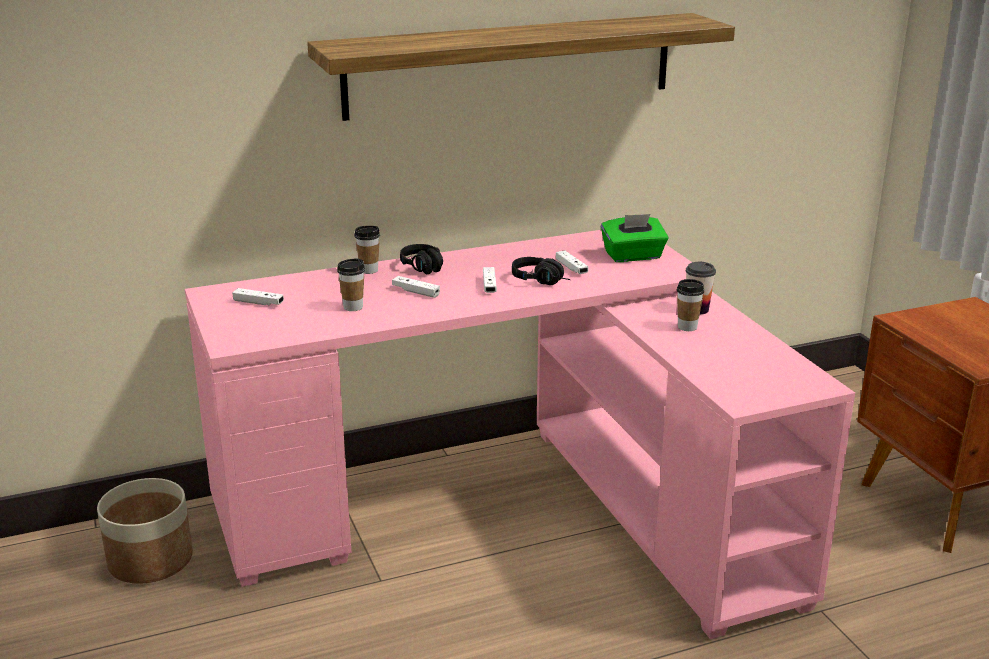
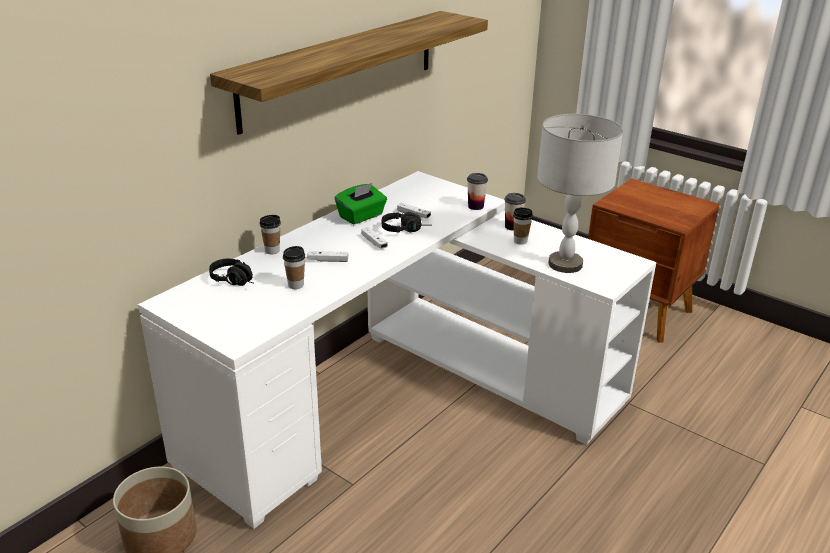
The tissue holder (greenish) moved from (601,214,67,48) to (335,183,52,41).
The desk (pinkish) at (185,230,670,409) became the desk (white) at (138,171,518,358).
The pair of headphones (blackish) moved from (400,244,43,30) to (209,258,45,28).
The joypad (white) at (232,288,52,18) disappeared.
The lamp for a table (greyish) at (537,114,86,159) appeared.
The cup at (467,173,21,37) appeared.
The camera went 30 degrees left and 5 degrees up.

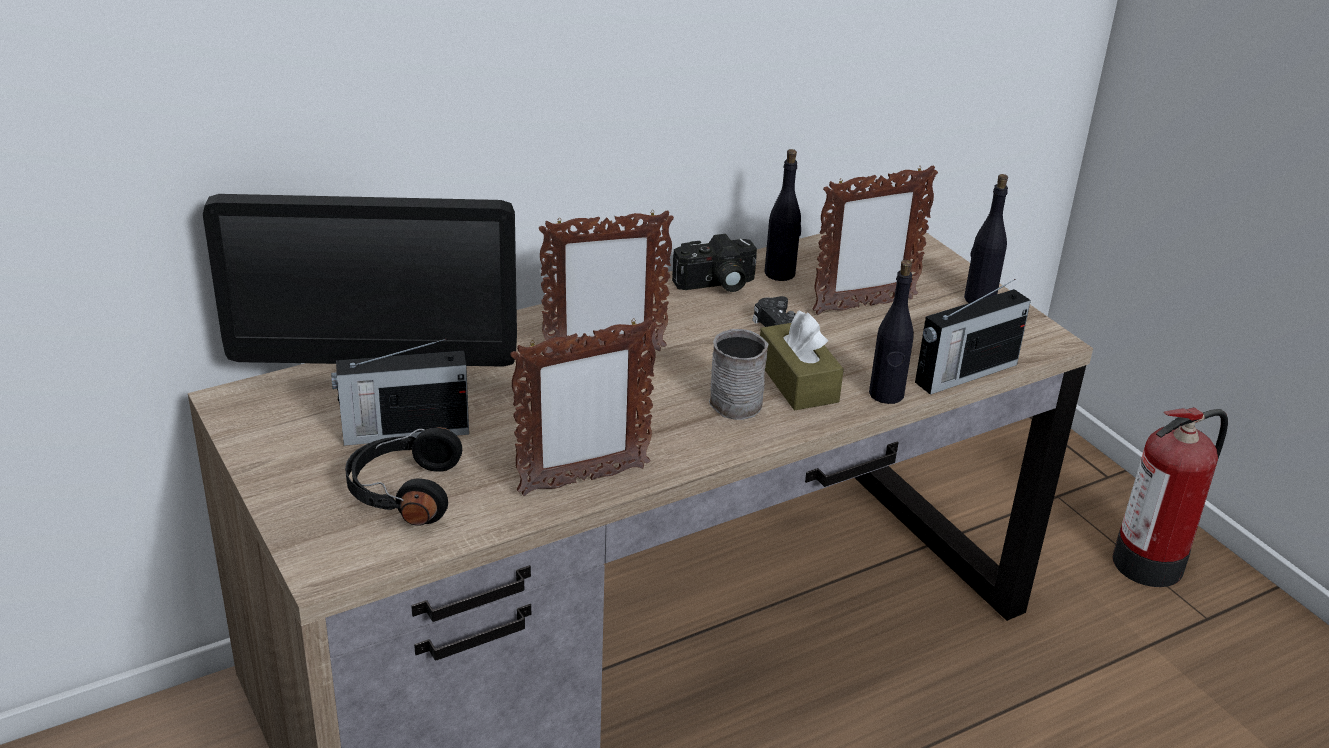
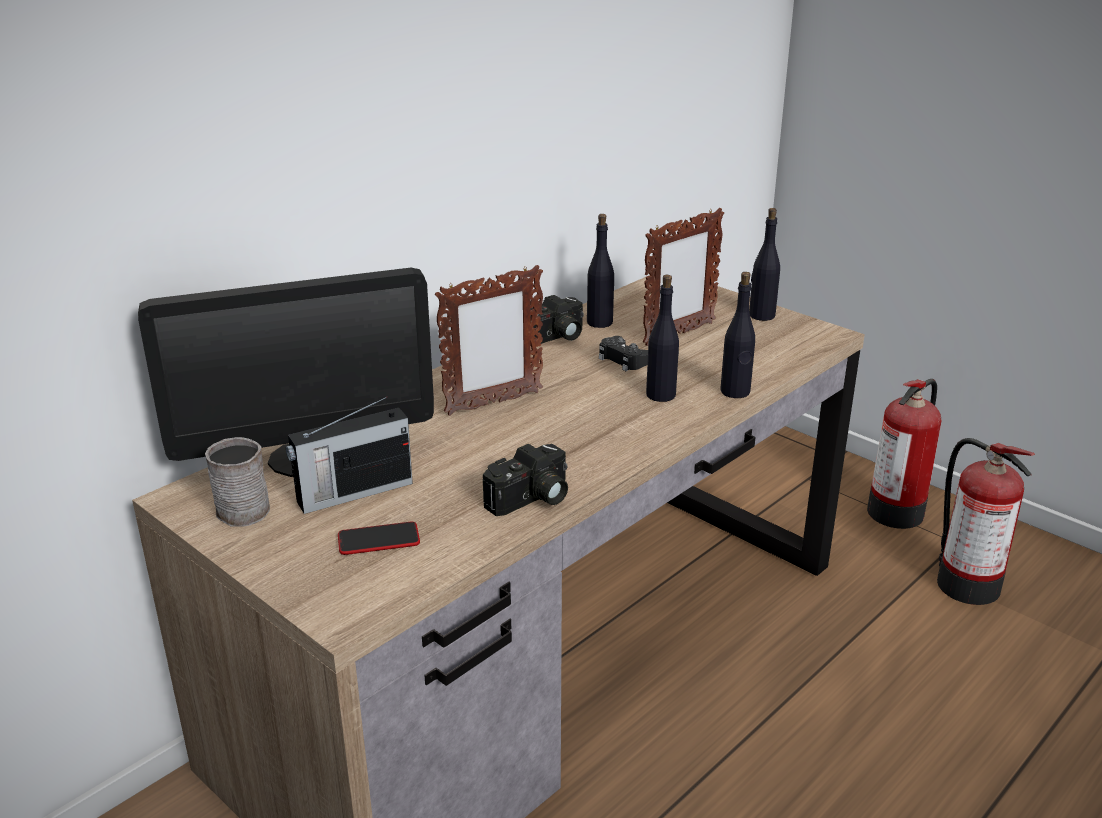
The radio receiver at (915,279,116,116) disappeared.
The tissue holder (brown) at (760,310,84,100) was replaced by the beverage bottle (blackish) at (646,275,33,127).
The standing frame at (510,317,147,179) was replaced by the photo camera at (483,444,85,72).
The coffee mug (greyish) moved from (709,329,60,91) to (205,437,65,90).
The pair of headphones (blackish) at (345,427,117,99) was replaced by the telephone at (338,522,82,33).
The fire extinguisher at (937,438,98,167) appeared.
The camera went 15 degrees left and 5 degrees down.

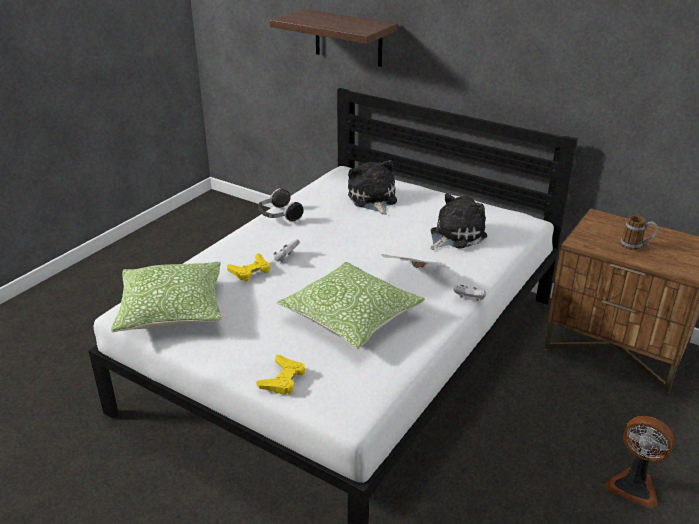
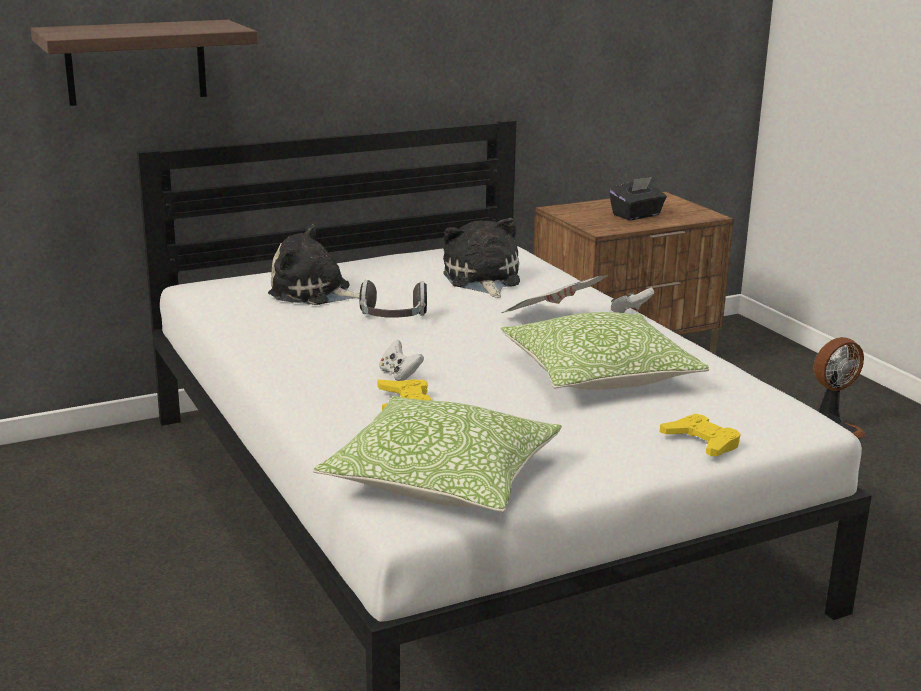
The pair of headphones moved from (258,188,46,34) to (359,280,68,38).
The coffee mug at (620,215,37,35) was replaced by the tissue holder (blackish) at (609,177,58,43).
The camera went 60 degrees left and 10 degrees down.

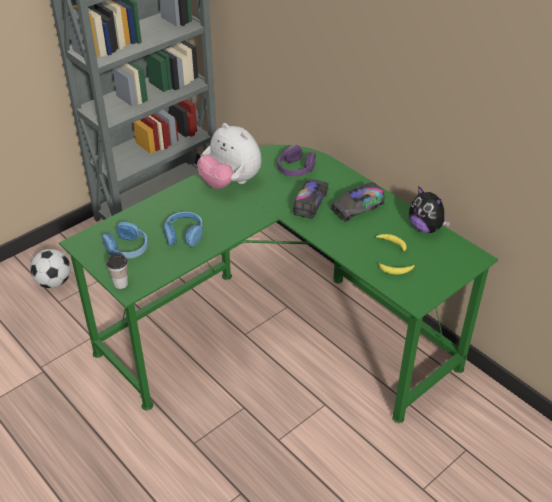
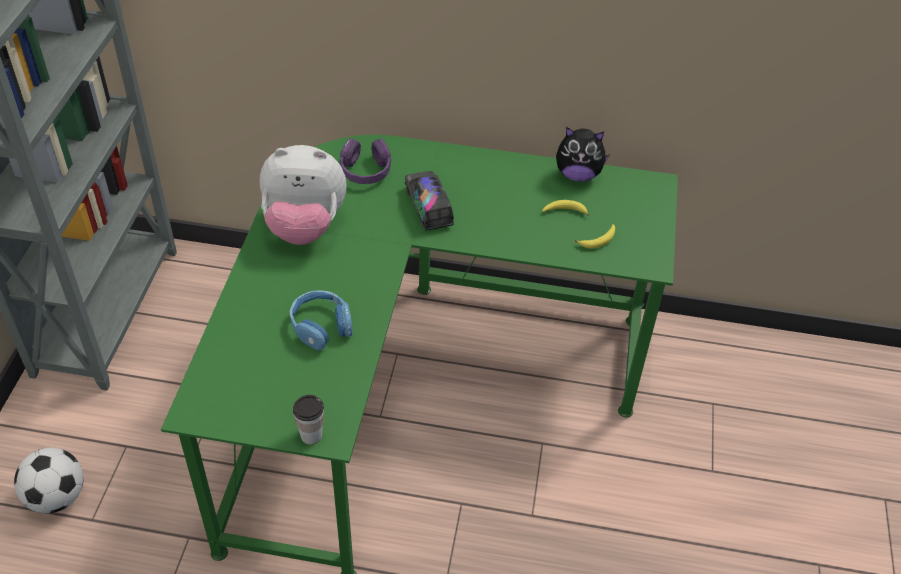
The toy truck at (331,182,54,40) disappeared.
The pair of headphones (blue) at (102,222,46,36) disappeared.
The camera went 40 degrees left and 5 degrees up.

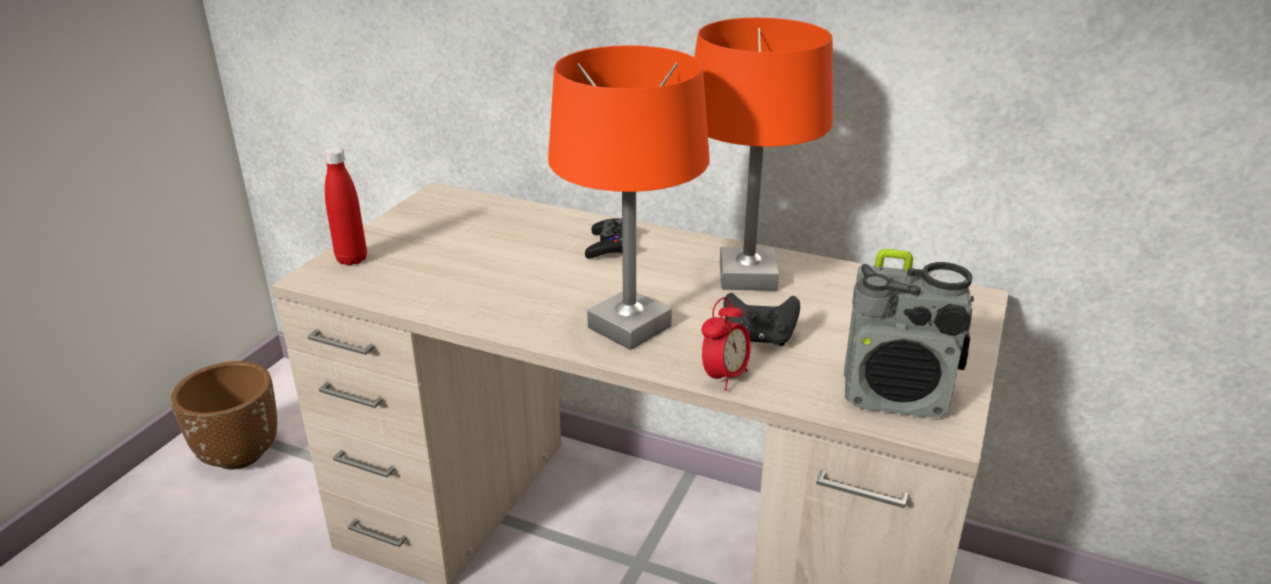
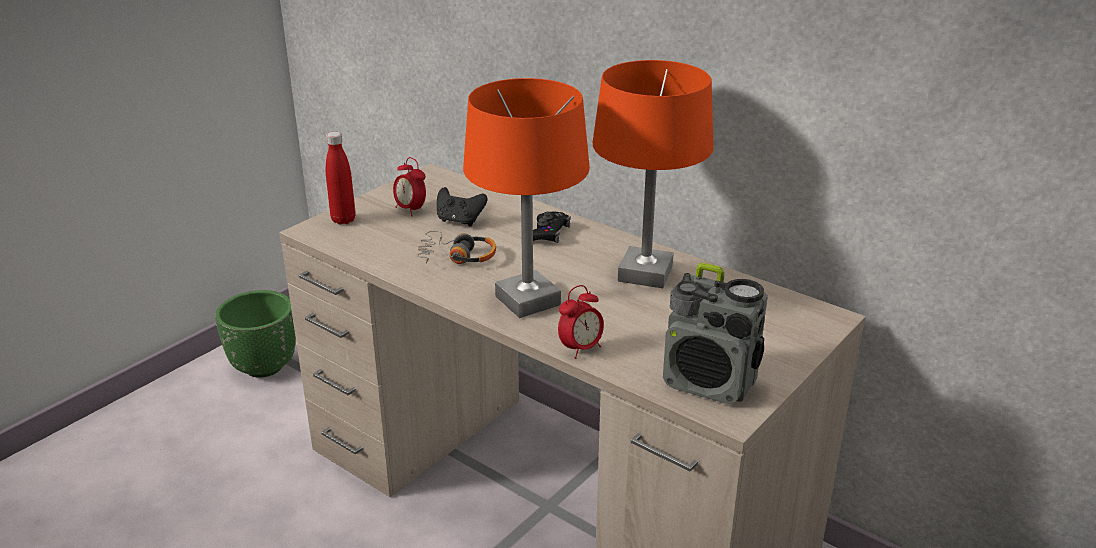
The joypad (blackish) moved from (723,293,77,53) to (437,187,51,40).
The planter (brown) at (171,361,106,109) became the planter (greenish) at (215,290,81,88).
The alarm clock at (393,157,33,59) appeared.
The pair of headphones at (417,231,79,33) appeared.
The camera went 15 degrees right and 0 degrees up.

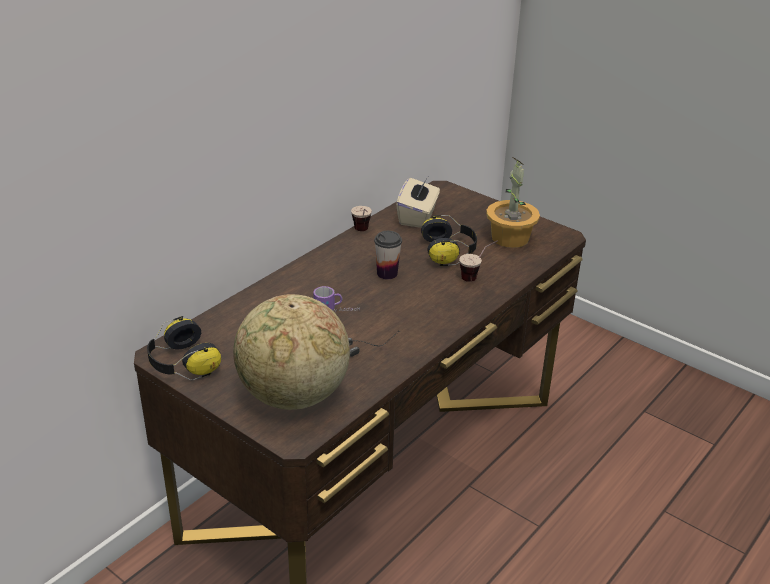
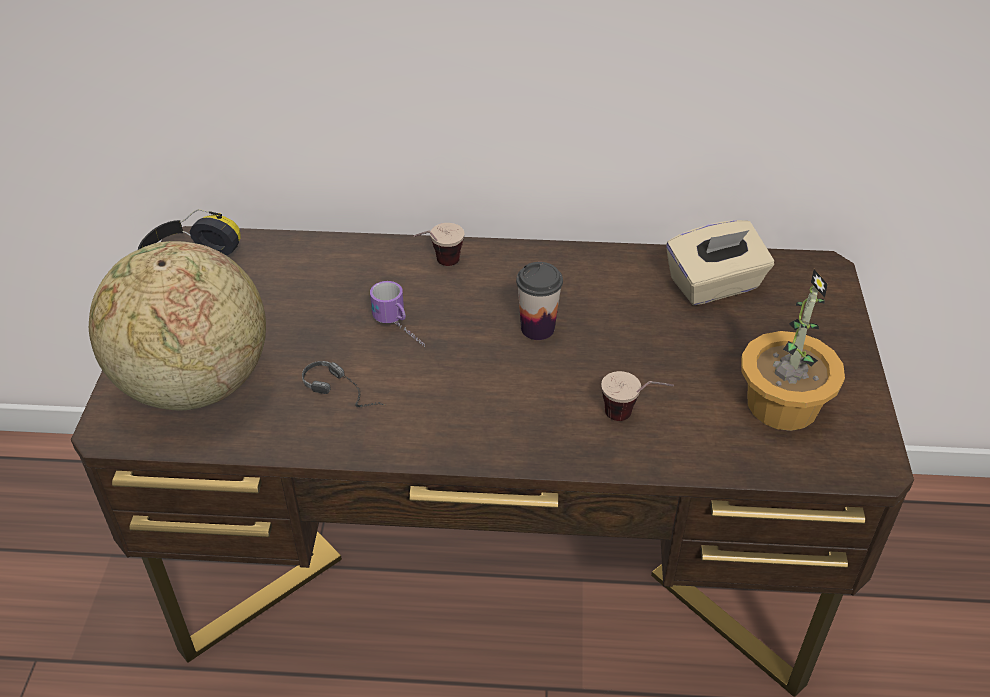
The cup moved from (351,206,21,25) to (413,223,51,43).
The pair of headphones at (421,215,56,51) disappeared.
The camera went 55 degrees right and 10 degrees up.

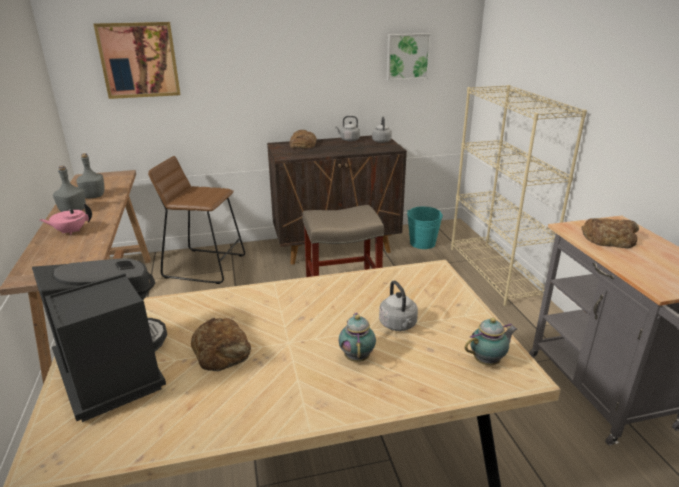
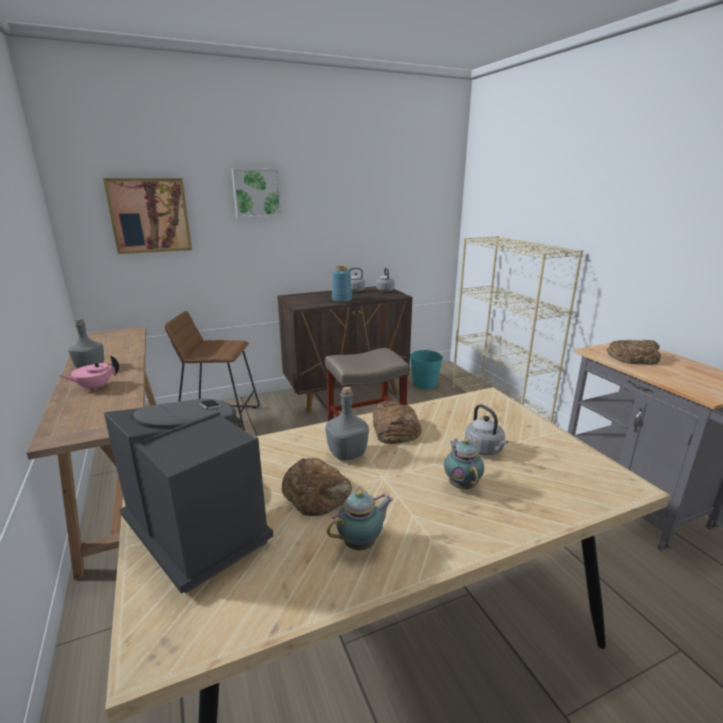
The wall picture moved from (387,33,44,48) to (232,168,50,50).
The bakery bread moved from (289,130,28,19) to (373,400,49,44).
The beverage bottle (greyish) moved from (76,153,29,45) to (326,387,43,74).
The teapot moved from (465,318,52,47) to (327,490,66,60).
The decorative vase (blue) at (332,266,20,36) appeared.
The camera went 10 degrees left and 5 degrees down.

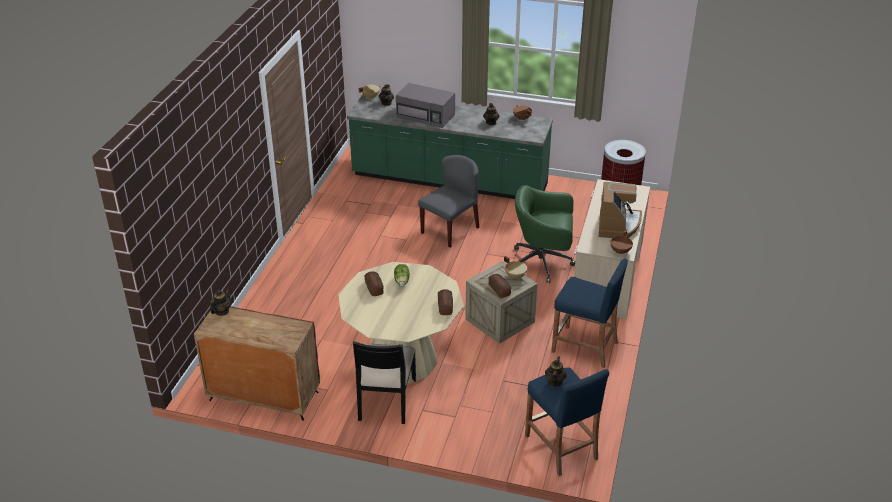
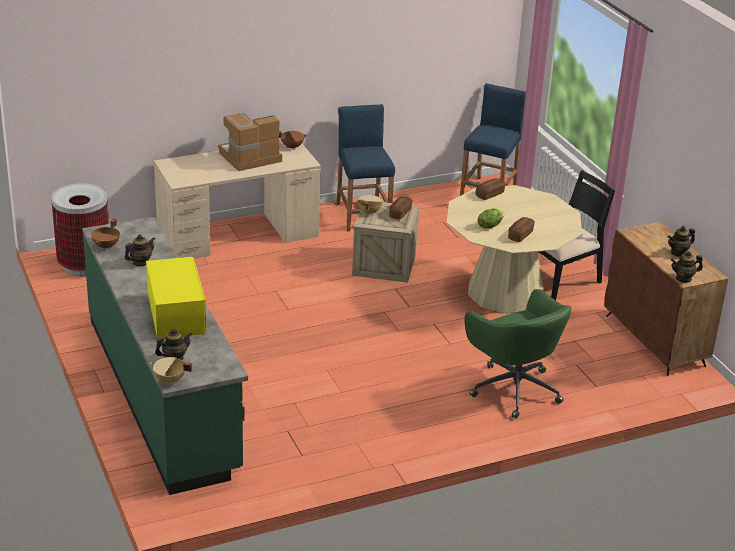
The microwave oven (greyish) at (396,83,59,45) became the microwave oven (yellowish) at (146,257,60,82).
The chair (greyish) at (418,155,61,93) disappeared.
The computer chair (greenish) moved from (514,185,61,98) to (465,289,107,130).
The teapot moved from (545,356,22,30) to (668,226,27,31).
The camera went 130 degrees left and 5 degrees down.

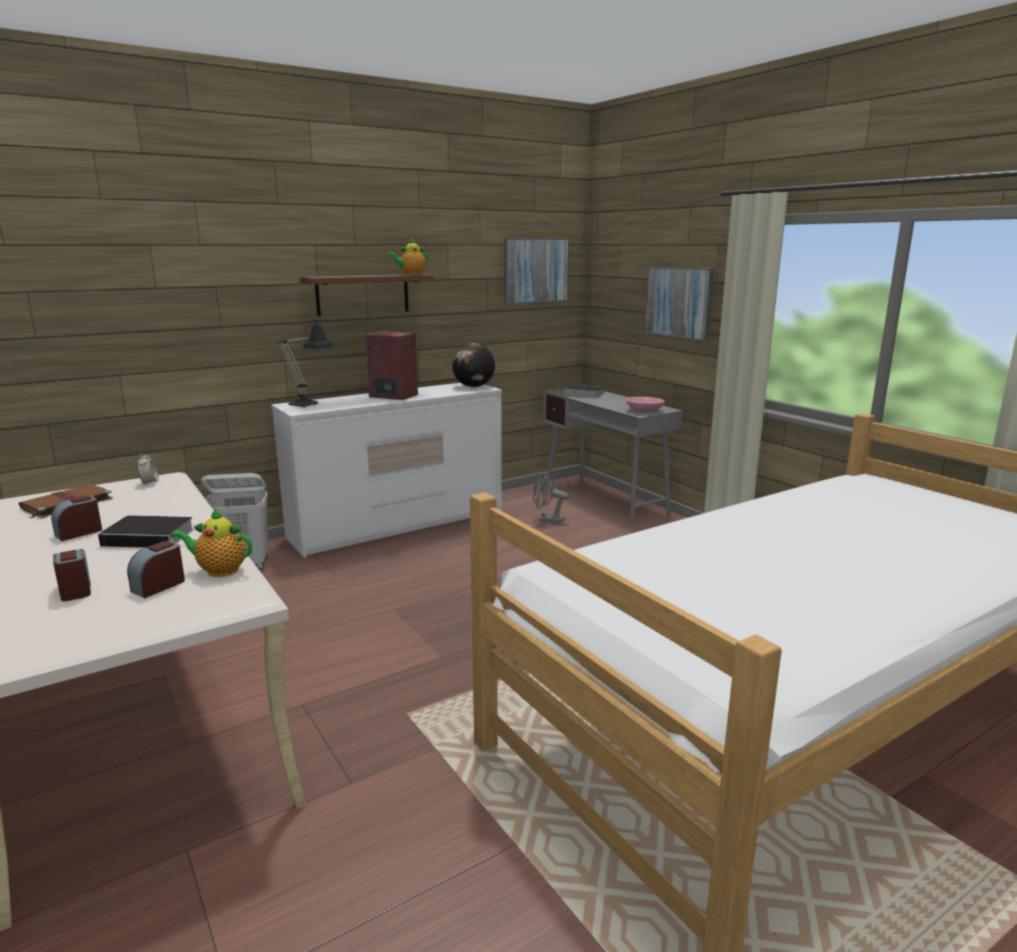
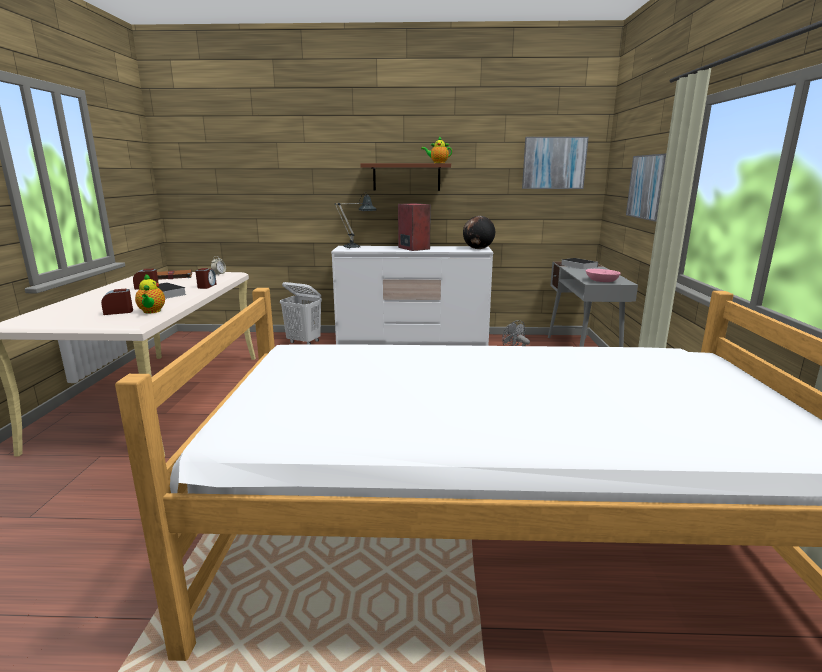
The teapot at (171,508,81,69) turned 150 degrees counterclockwise.
The alarm clock moved from (53,549,38,52) to (195,268,21,21).
The camera went 35 degrees right and 0 degrees up.

